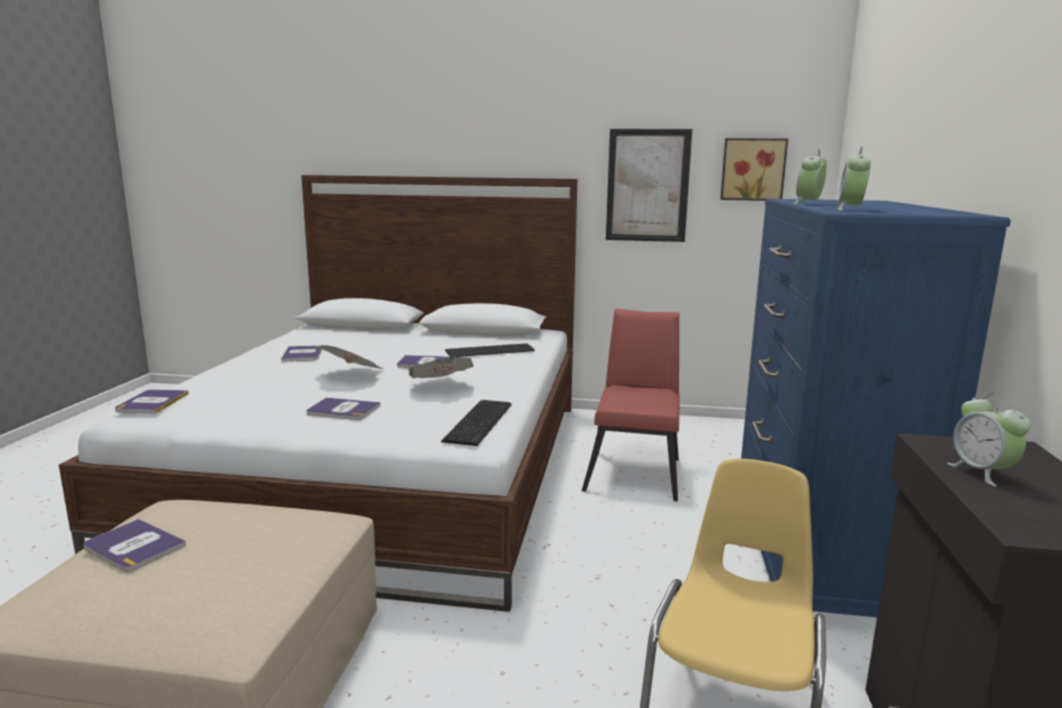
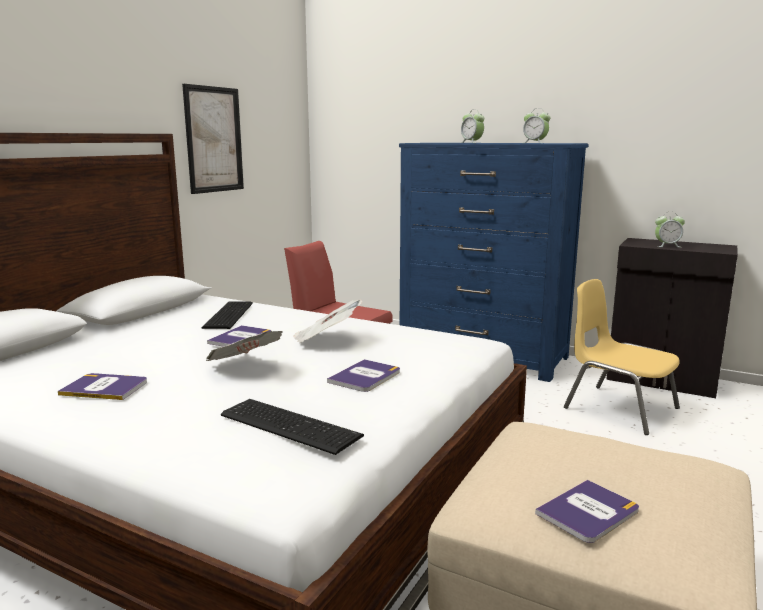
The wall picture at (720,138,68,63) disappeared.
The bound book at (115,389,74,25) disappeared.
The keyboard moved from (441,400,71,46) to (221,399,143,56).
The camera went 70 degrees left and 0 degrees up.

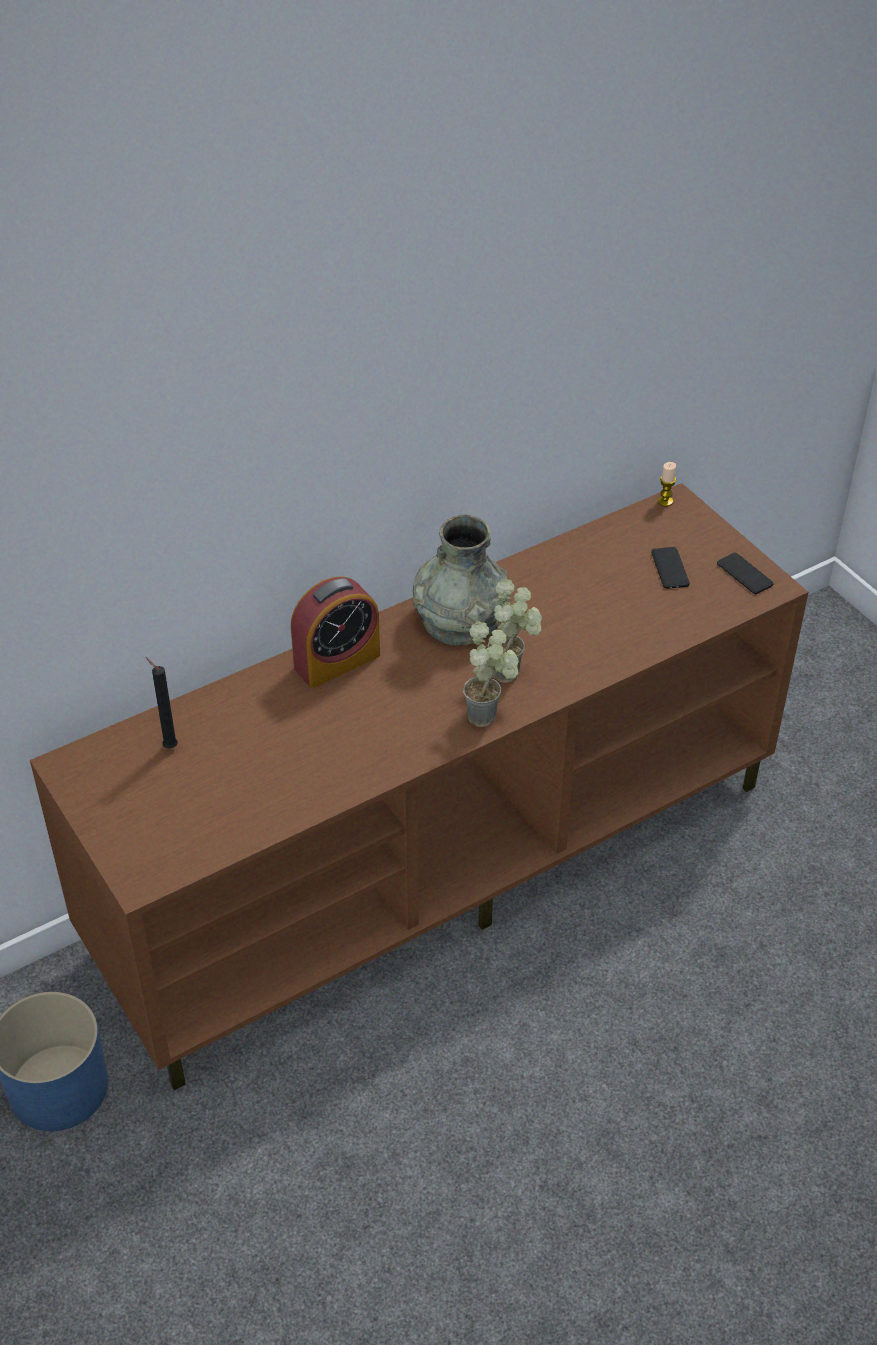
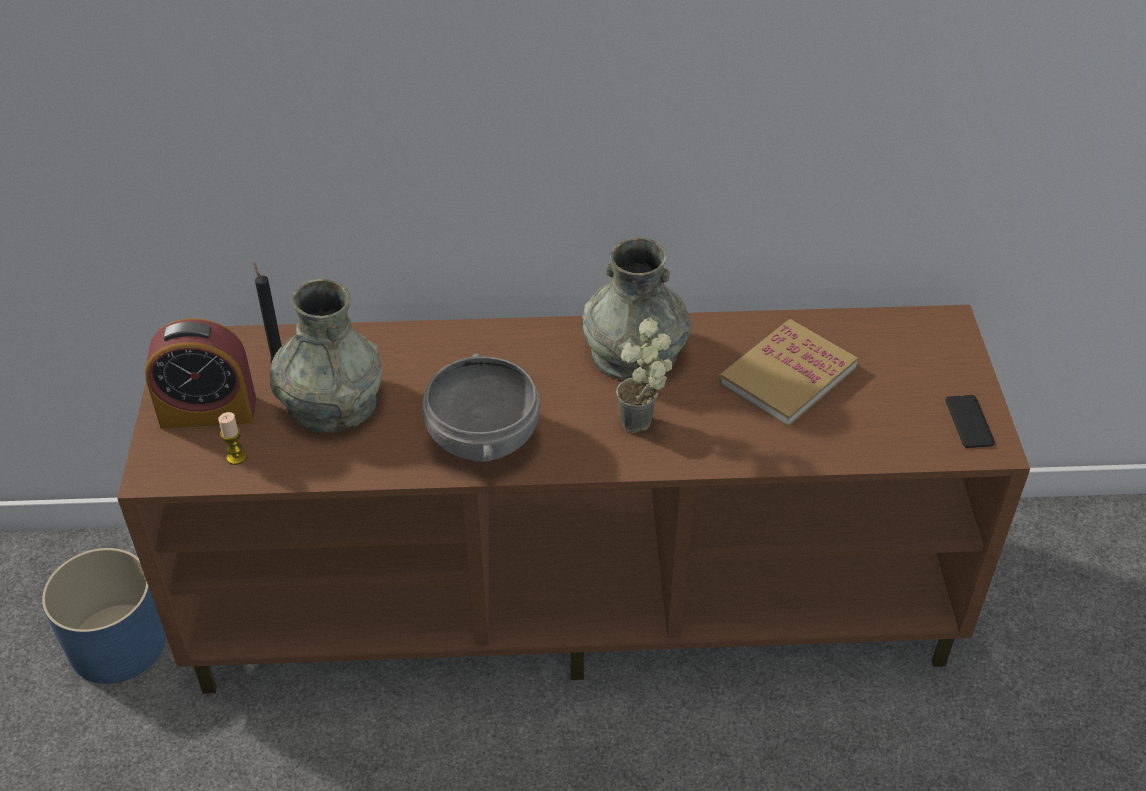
The candle moved from (658,462,18,45) to (218,412,28,53).
The telephone at (651,547,39,42) disappeared.
The alarm clock moved from (291,576,89,112) to (145,318,111,111).
The plant in a pot at (463,621,56,106) disappeared.
The decorative vase (greyish) at (270,279,112,154) appeared.
The bound book at (719,319,139,108) appeared.
The serving bowl (greyish) at (422,354,118,108) appeared.
The camera went 30 degrees right and 0 degrees up.

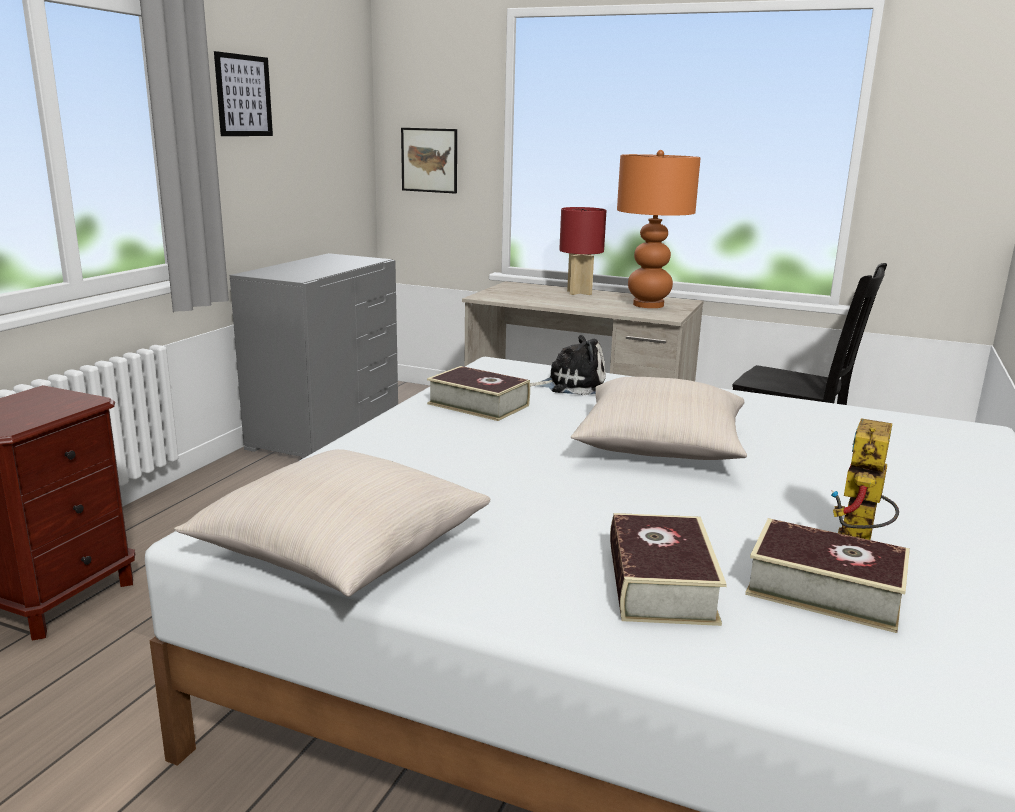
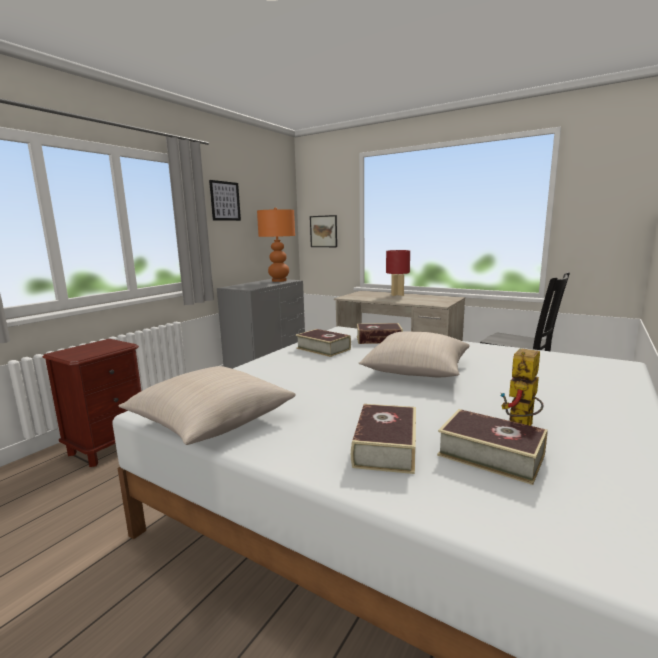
The lamp for a table (orange-coloured) moved from (617,150,84,158) to (257,207,38,75).
The plush toy at (530,335,76,60) was replaced by the bound book at (357,323,46,21).
The camera went 10 degrees right and 5 degrees down.

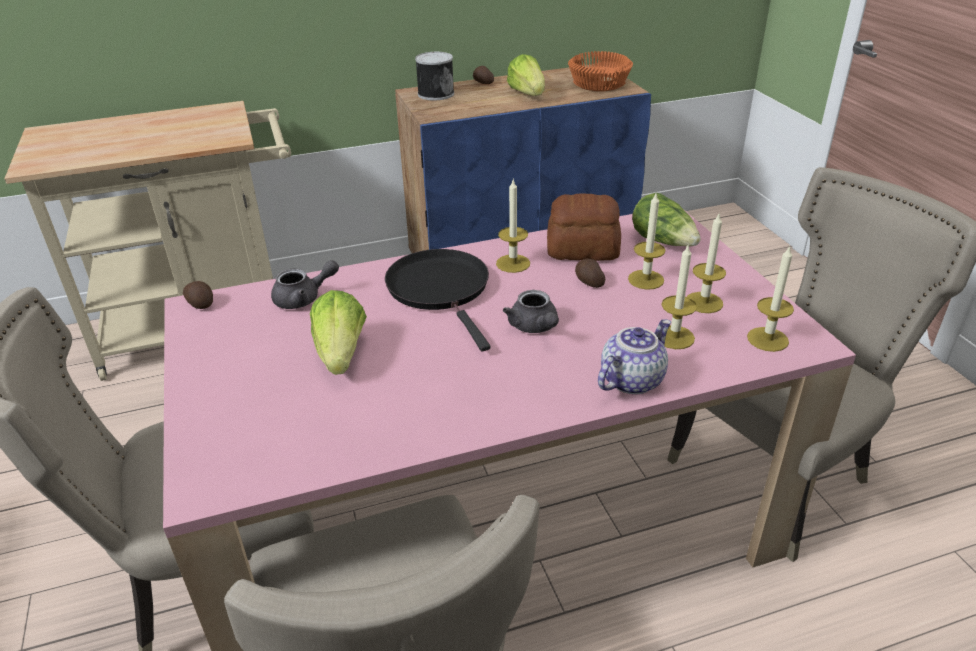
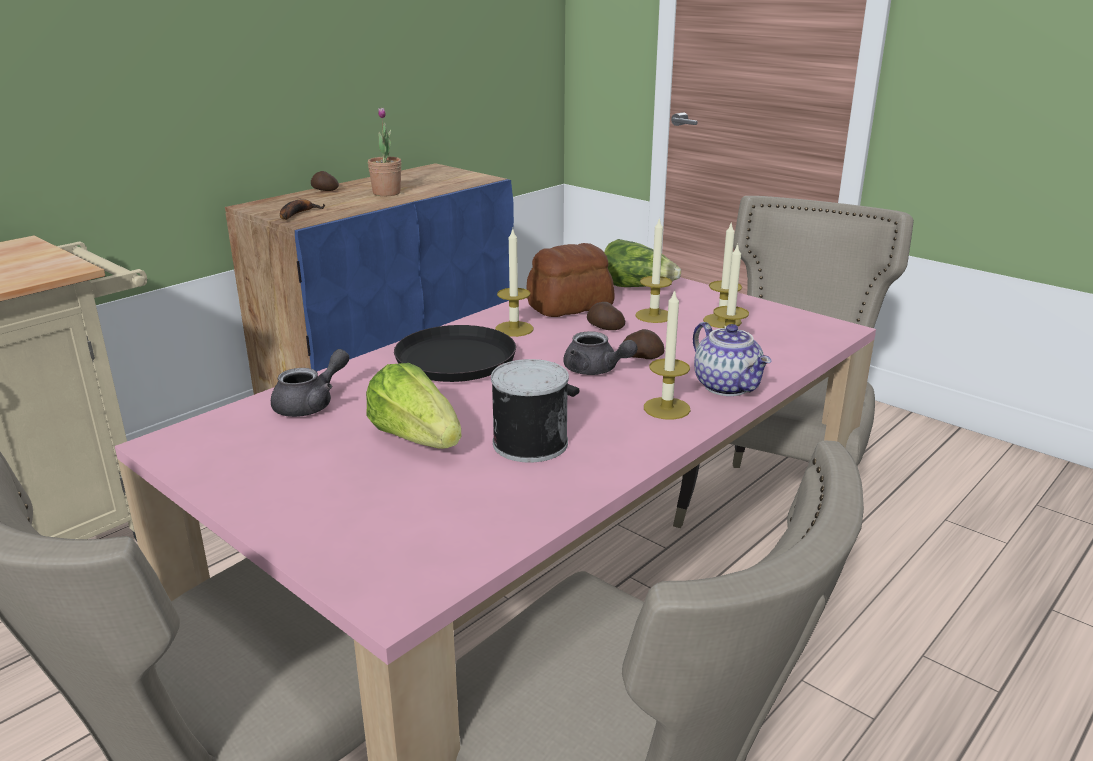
The serving bowl (orange-coloured) at (568,51,65,40) disappeared.
The metal can moved from (415,52,39,48) to (491,359,78,103).
The lettuce head at (507,54,38,42) was replaced by the plant in a pot at (368,108,33,88).
The candle moved from (747,246,47,106) to (644,289,46,131).
The spud moved from (183,281,30,28) to (623,329,41,30).
The teapot at (598,319,73,75) turned 135 degrees clockwise.
The whole banana at (280,199,45,21) appeared.
The camera went 30 degrees left and 10 degrees down.

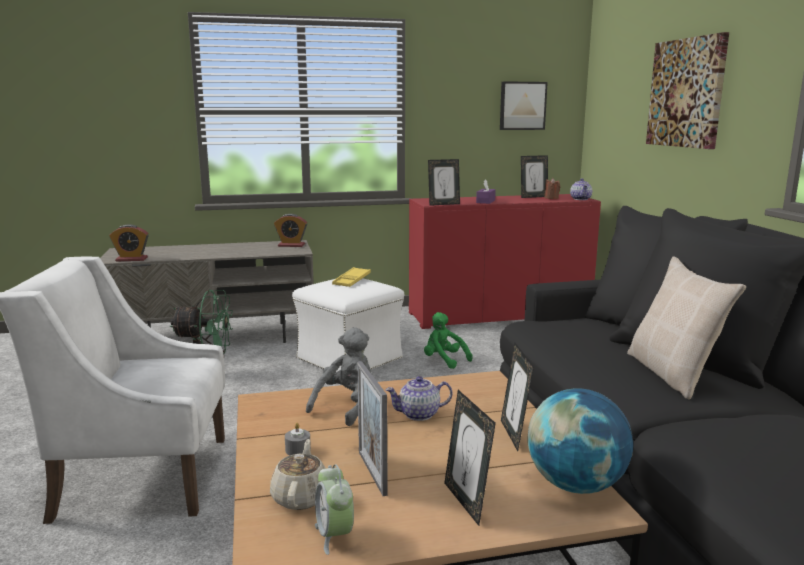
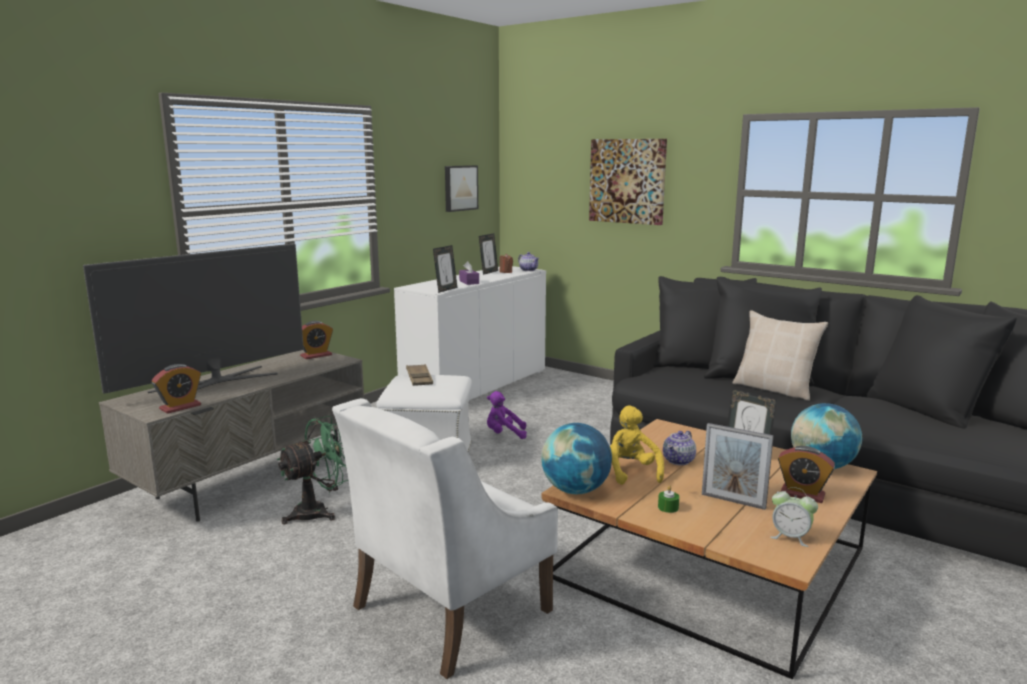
The cupboard (red) at (409,194,192,135) became the cupboard (white) at (394,266,152,134).
The serving tray (yellowish) at (332,267,39,20) became the serving tray (brown) at (406,364,27,22).
The plush toy (greenish) at (424,312,49,57) became the plush toy (purplish) at (487,391,40,48).
The plush toy (greyish) at (306,327,66,99) became the plush toy (yellowish) at (610,406,54,79).
The standing frame at (444,390,52,136) was replaced by the alarm clock at (778,446,57,57).
The candle (greyish) at (285,423,26,33) became the candle (greenish) at (658,485,21,28).
The teapot (sand-coloured) at (270,439,56,71) disappeared.
The television at (83,243,221,151) appeared.
The desk globe at (541,423,71,71) appeared.
The camera went 40 degrees left and 0 degrees up.

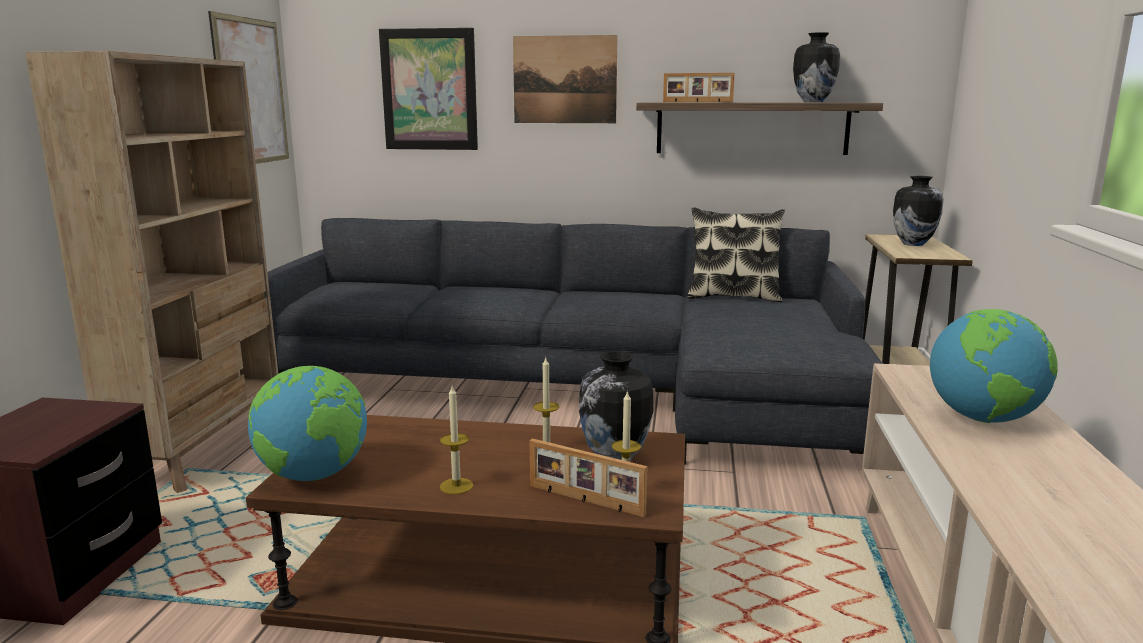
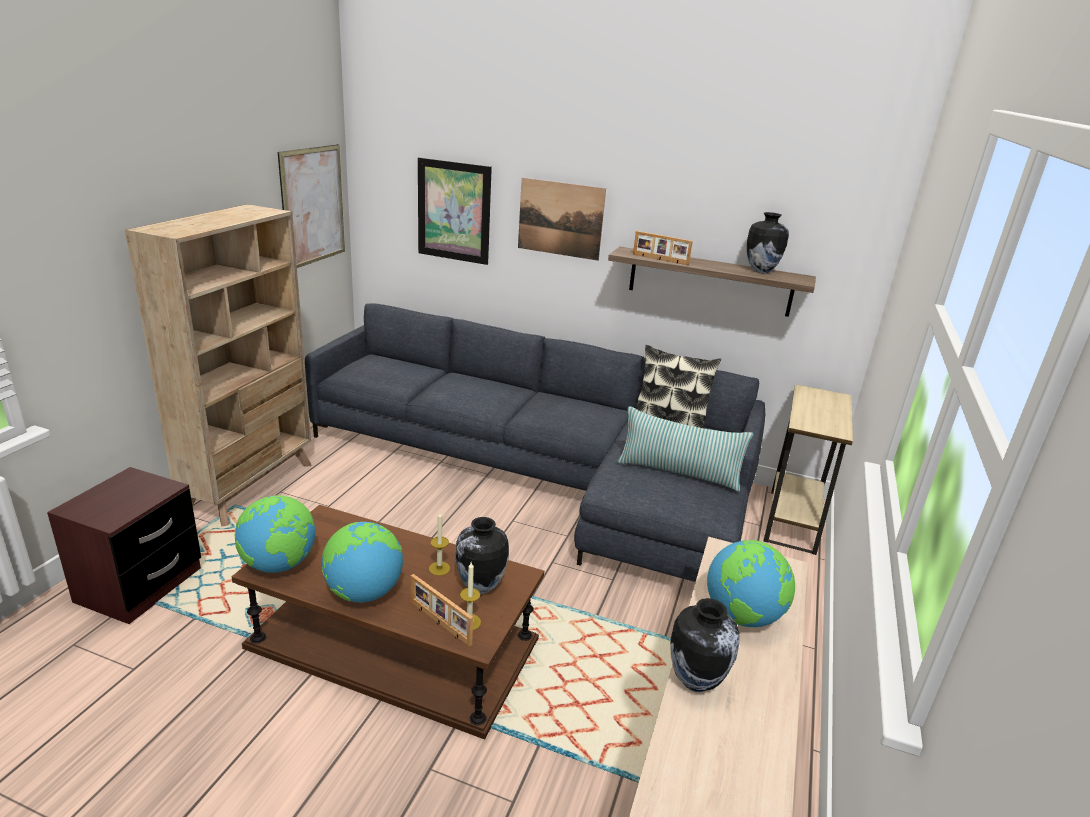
The decorative vase moved from (893,176,51,70) to (670,598,70,94).
The candle at (440,386,33,108) was replaced by the desk globe at (322,522,81,81).
The cushion at (617,406,136,86) appeared.
The camera went 10 degrees right and 10 degrees up.

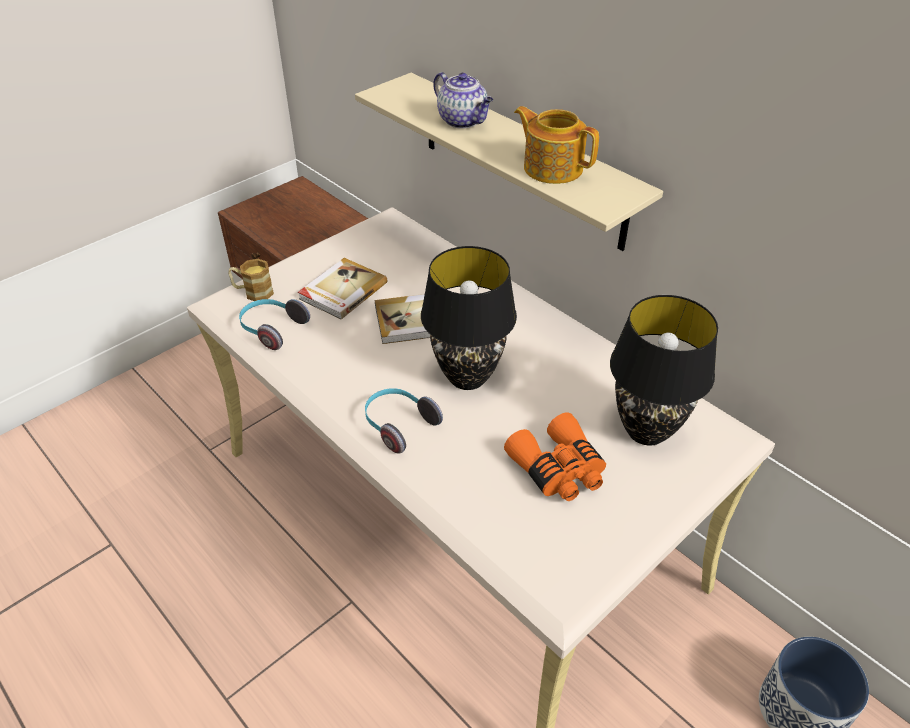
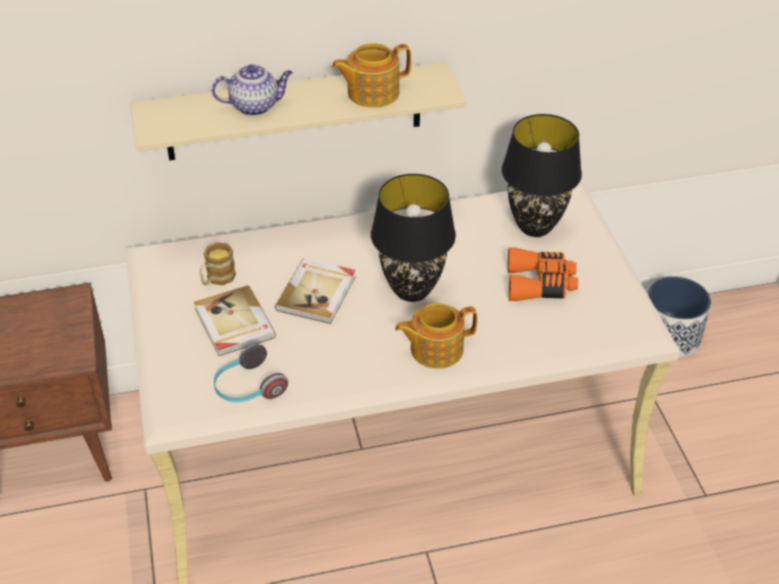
The coffee mug moved from (228,259,46,42) to (199,242,37,43).
The pair of headphones at (365,388,78,66) was replaced by the teapot at (395,303,83,66).
The camera went 60 degrees left and 0 degrees up.

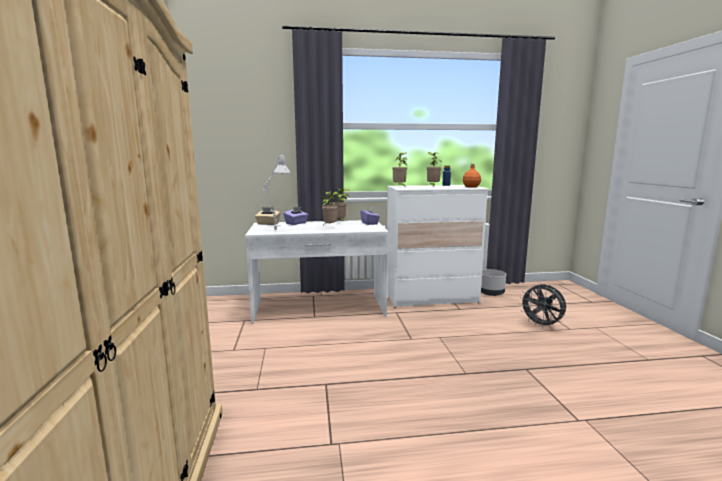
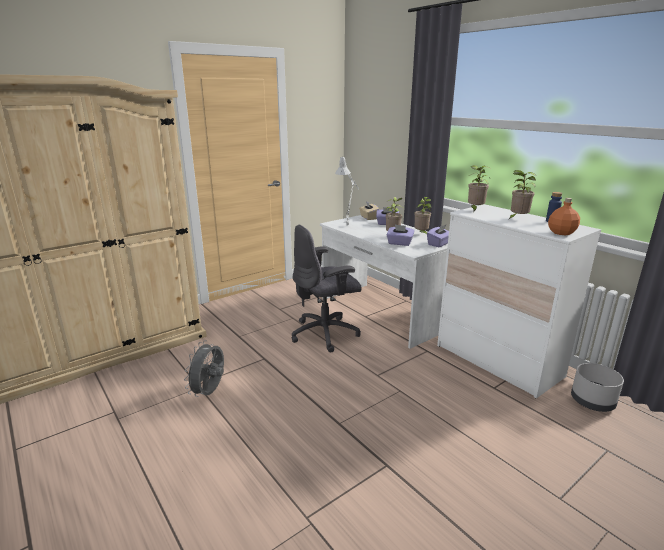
The fan (greyish) moved from (519,284,47,44) to (184,340,40,57).
The computer chair (greyish) at (292,224,70,128) appeared.
The tissue holder (purplish) at (387,224,28,22) appeared.
The camera went 60 degrees right and 10 degrees up.

